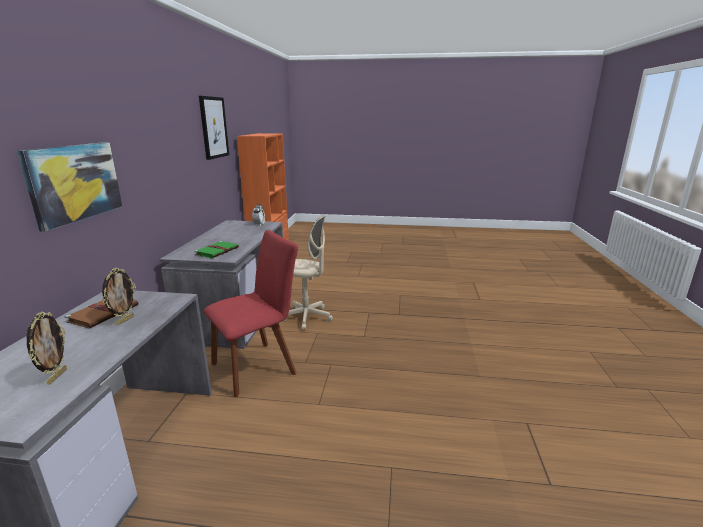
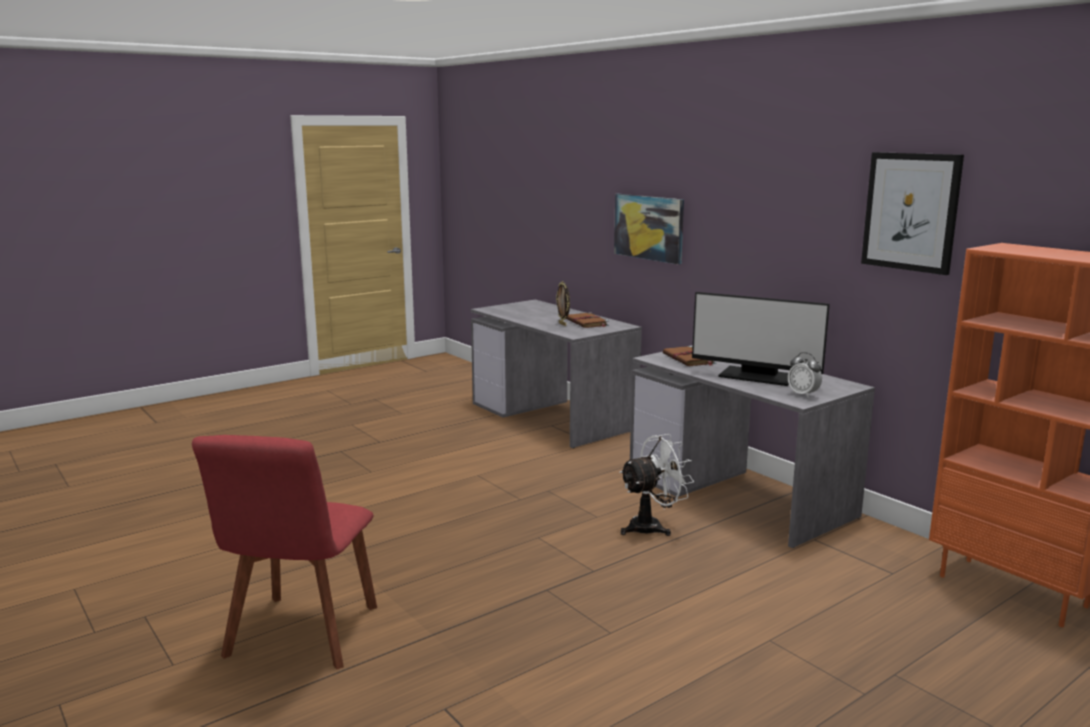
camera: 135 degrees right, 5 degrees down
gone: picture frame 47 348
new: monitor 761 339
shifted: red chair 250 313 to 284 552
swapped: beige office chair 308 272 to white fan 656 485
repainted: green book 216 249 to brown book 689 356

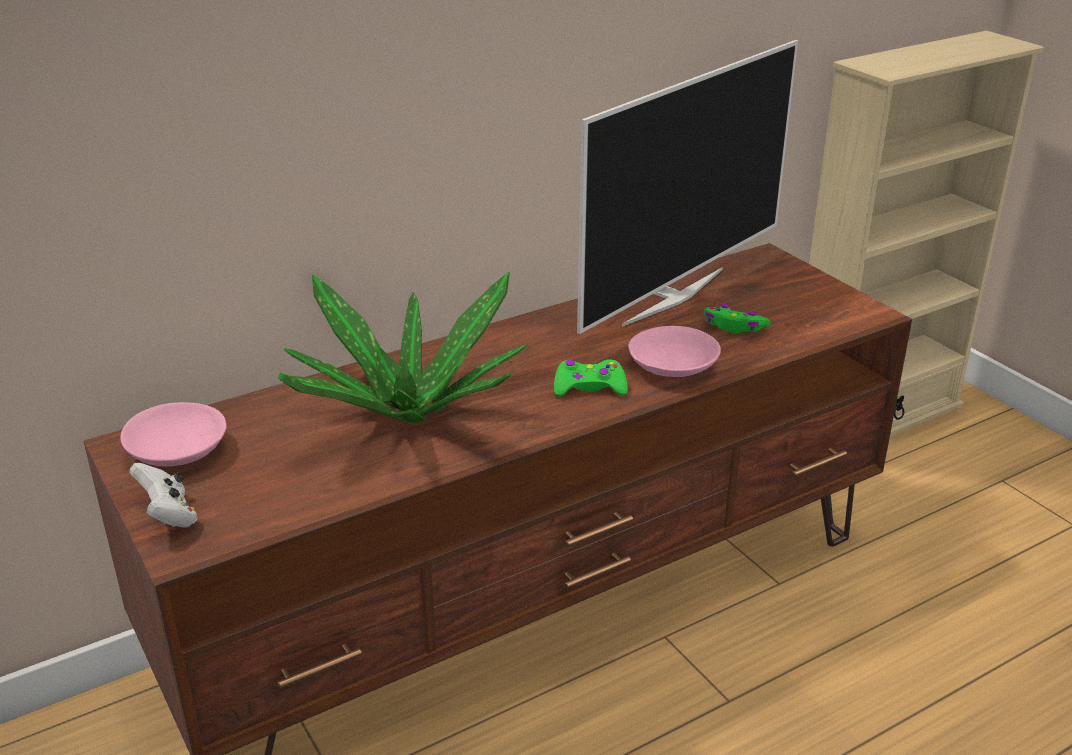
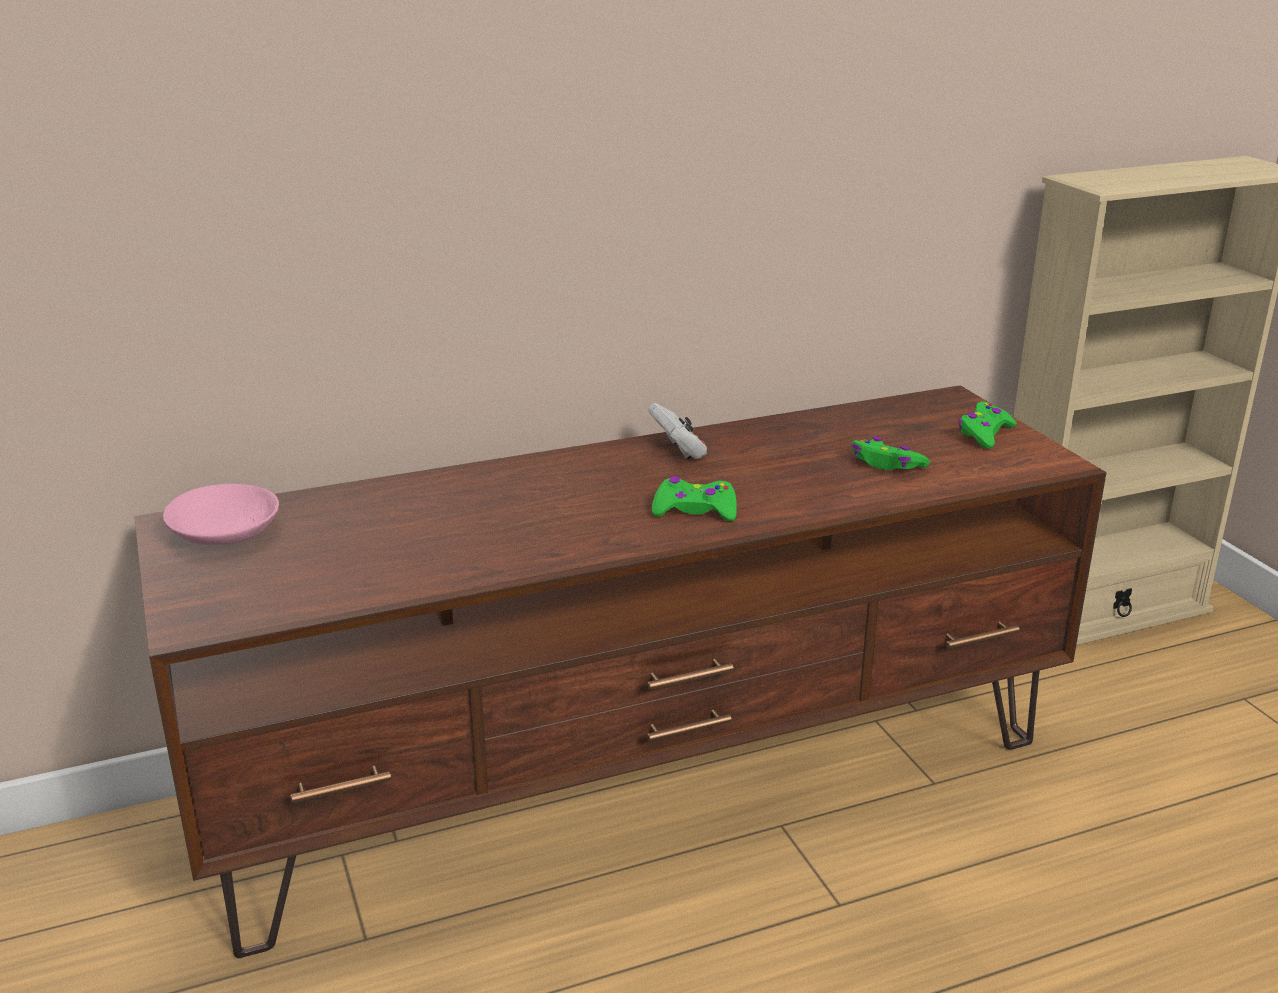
camera: 10 degrees right, 5 degrees down
gone: potted plant 402 347; television 687 187; pink bowl 674 351
new: green game controller 987 425
shifted: white game controller 163 495 to 677 431

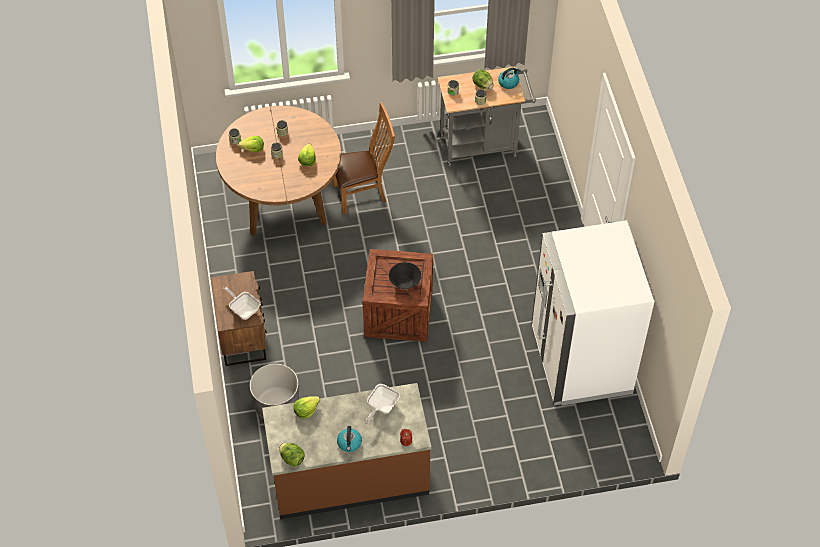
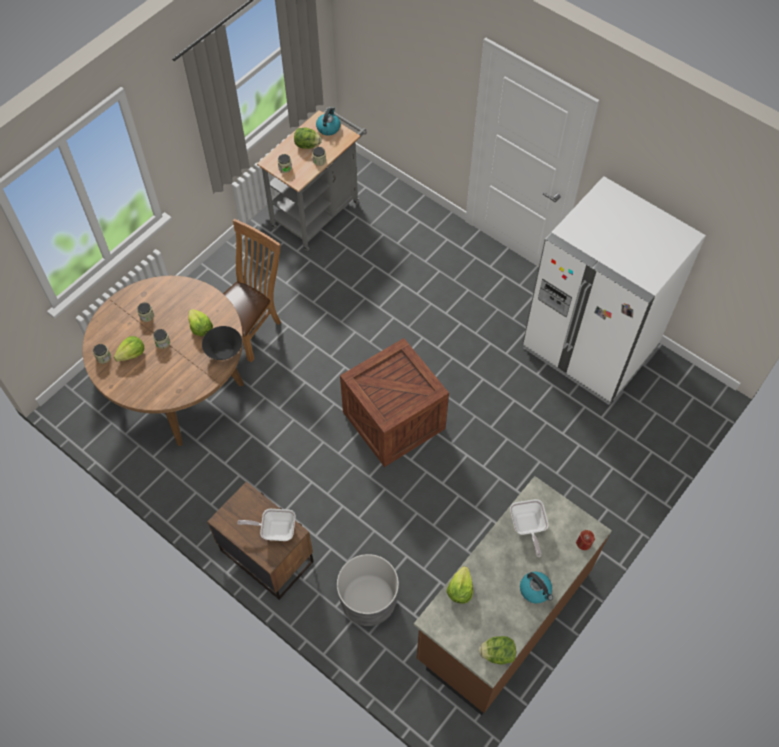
camera: 40 degrees left, 5 degrees up
shifted: black bowl 405 275 to 222 343

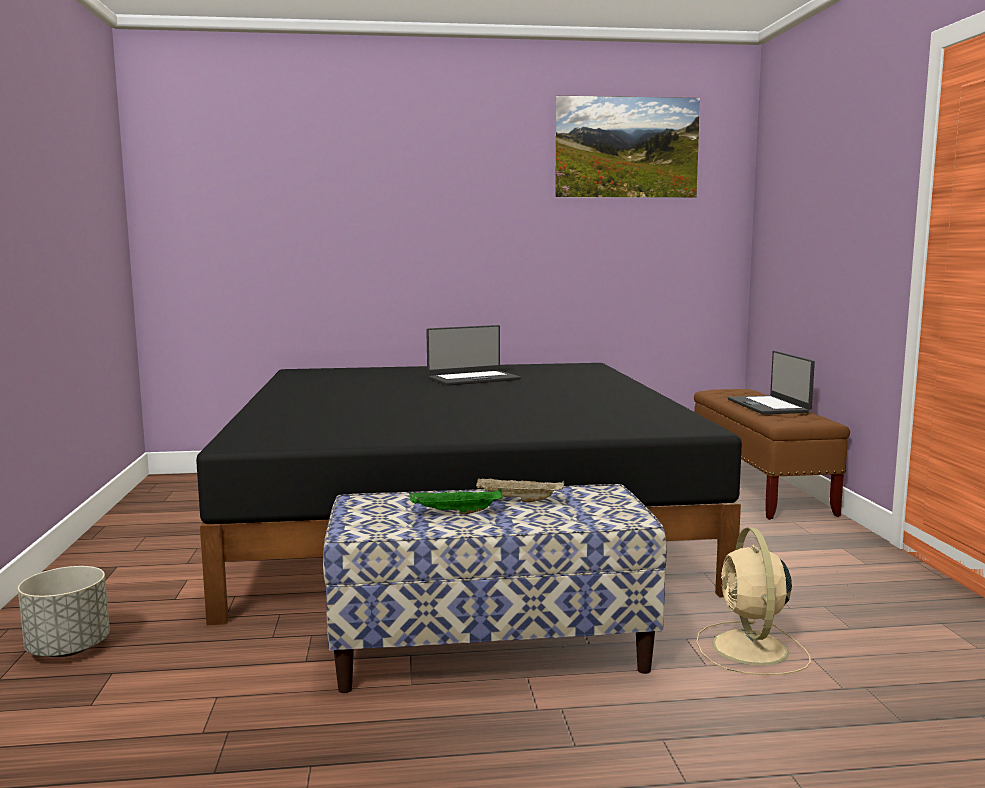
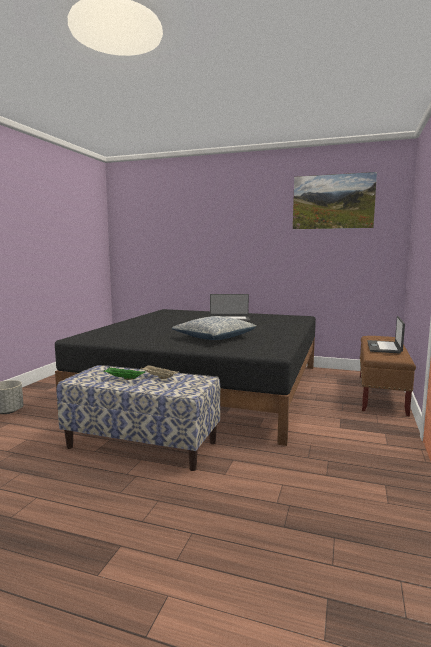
camera: 25 degrees right, 0 degrees up
gone: beige fan 753 601
new: pillow 214 328

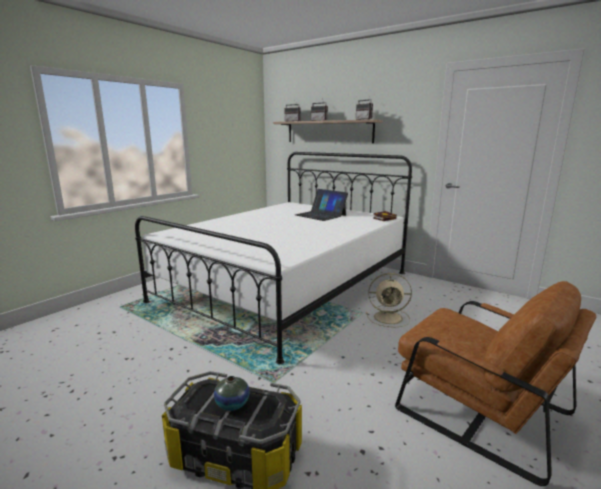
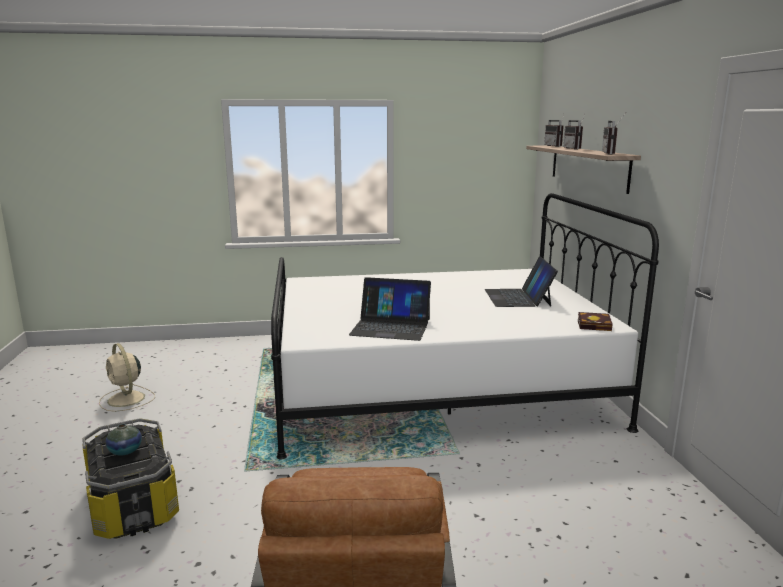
camera: 45 degrees right, 0 degrees up
new: laptop 390 309
shifted: beige fan 389 300 to 127 377

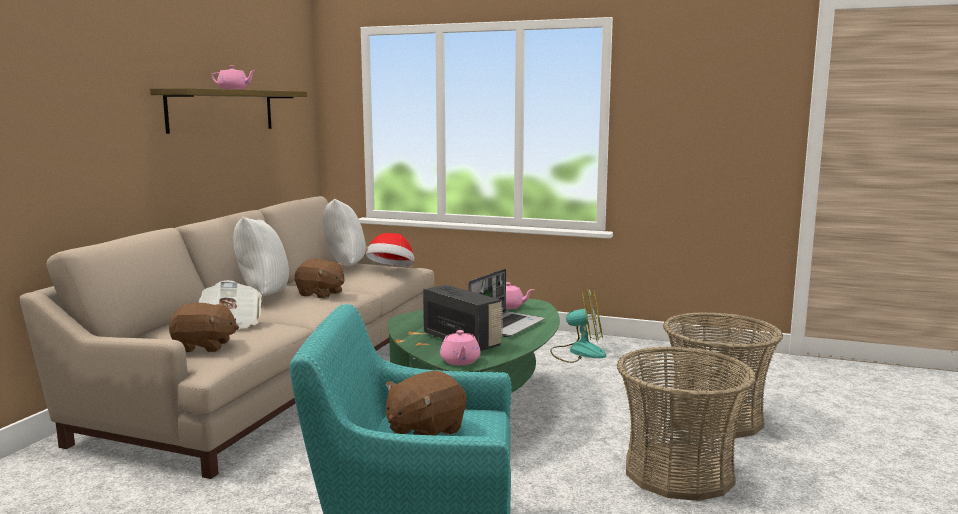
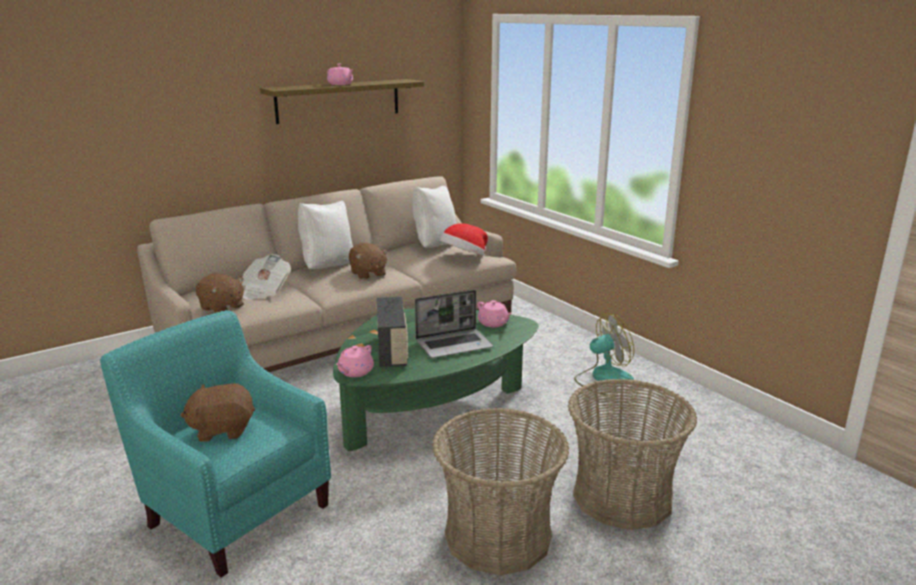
camera: 35 degrees right, 10 degrees up
rotated: fan 578 326 = 604 354 60 degrees counterclockwise

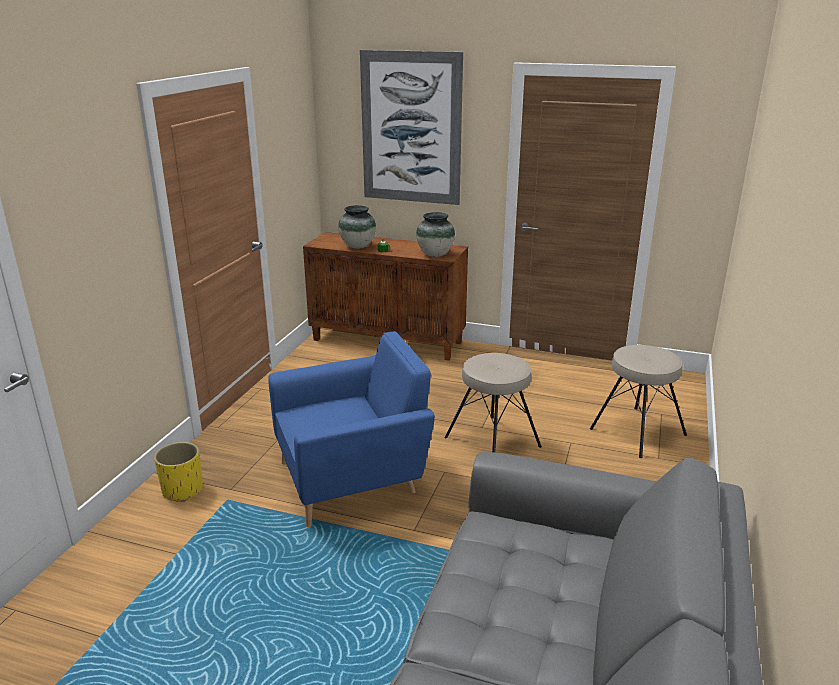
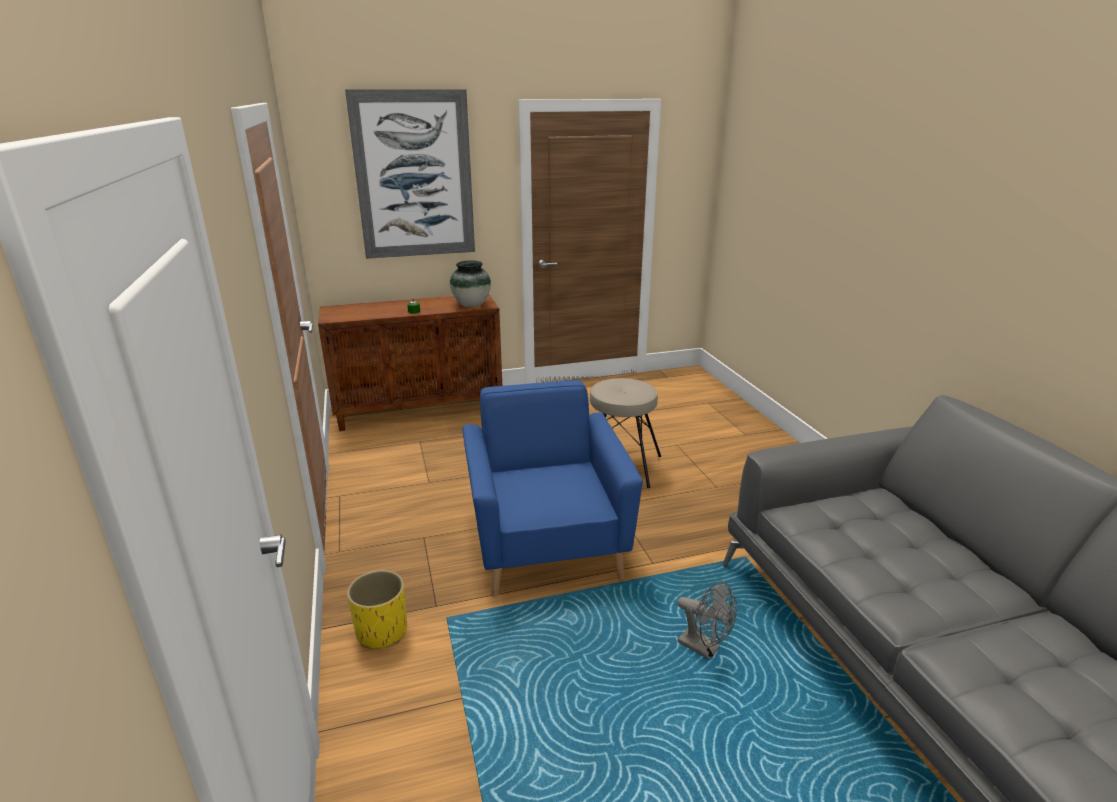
camera: 35 degrees left, 0 degrees up
gone: vase 357 227; beige stool 638 401
new: grey fan 707 621
rotated: blue armchair 351 429 = 552 488 45 degrees counterclockwise

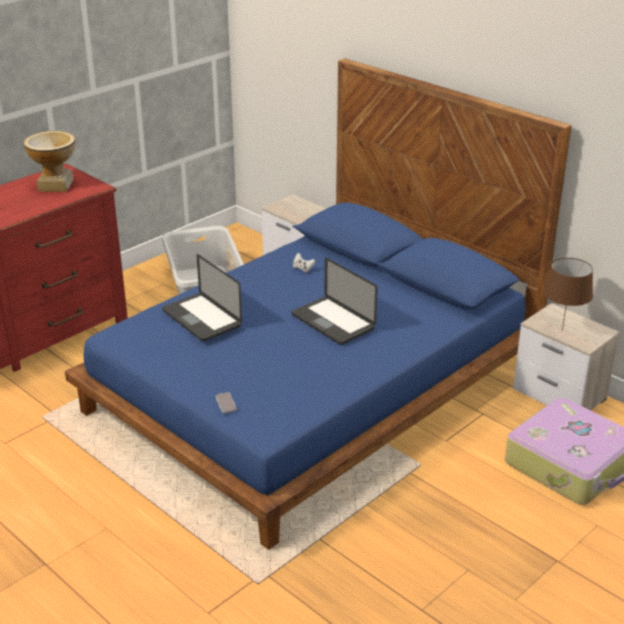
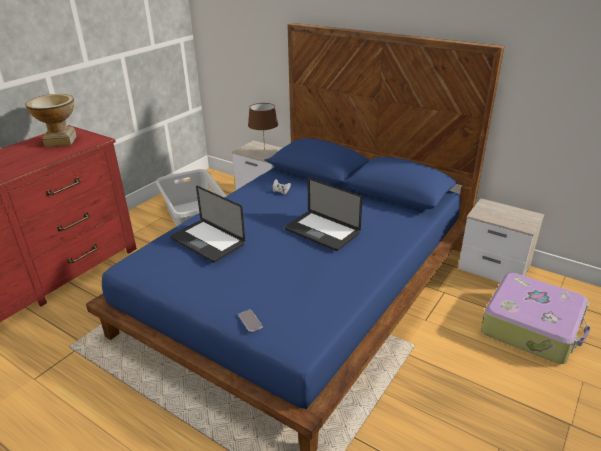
camera: 10 degrees left, 0 degrees up
shifted: brown table lamp 568 294 to 263 127

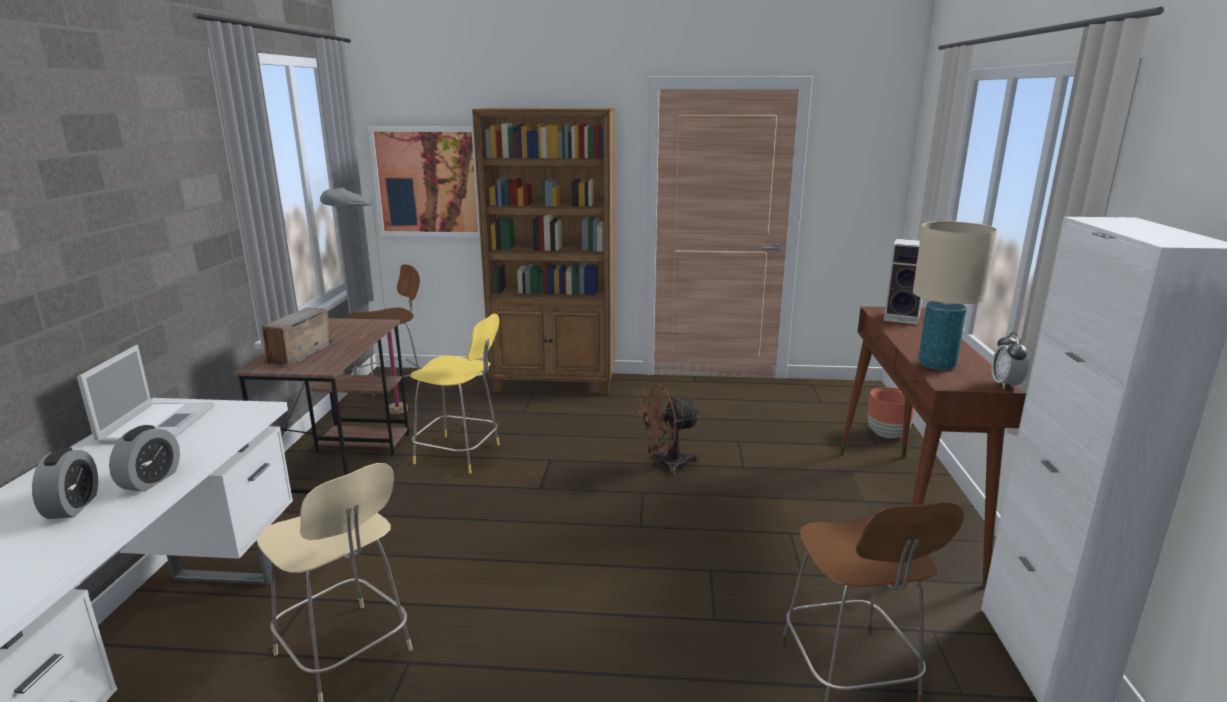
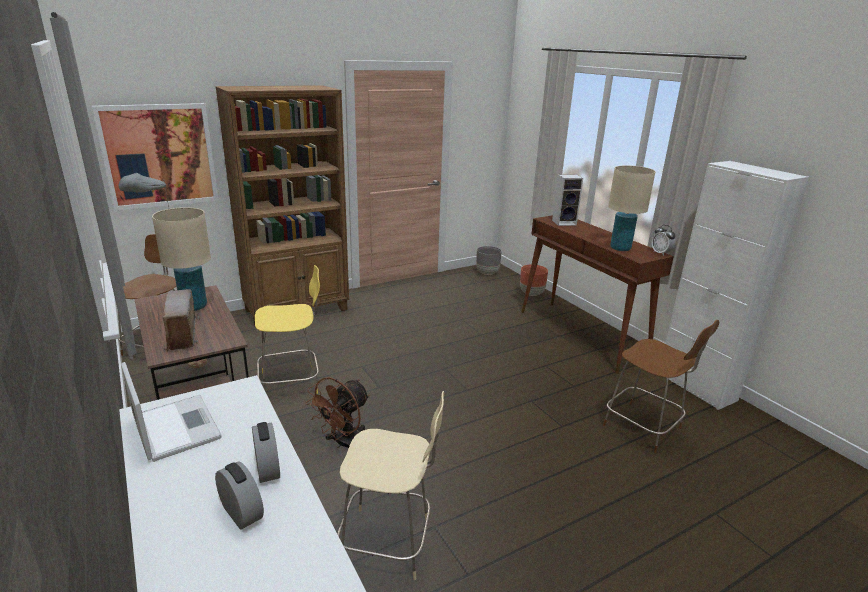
camera: 35 degrees left, 5 degrees up
new: beige table lamp 181 259; grey planter 489 260
shifted: brown fan 667 430 to 338 412

